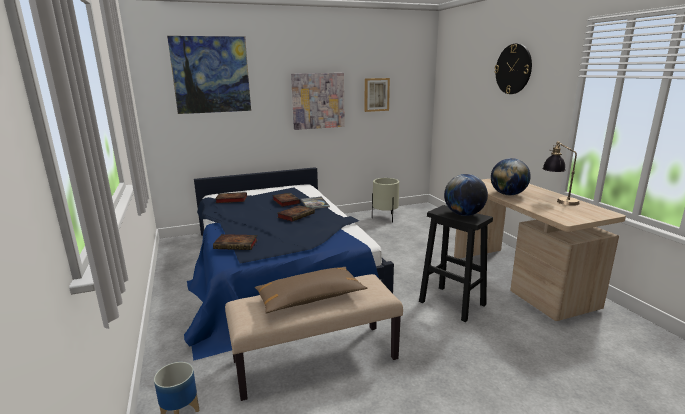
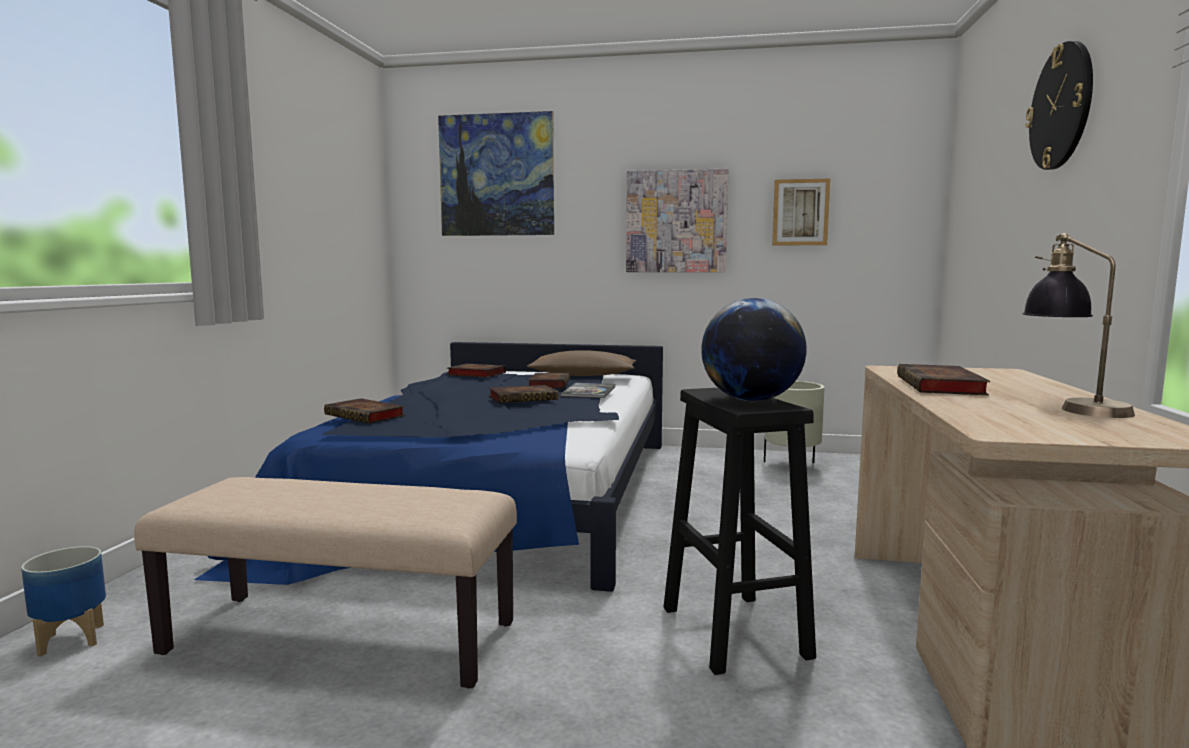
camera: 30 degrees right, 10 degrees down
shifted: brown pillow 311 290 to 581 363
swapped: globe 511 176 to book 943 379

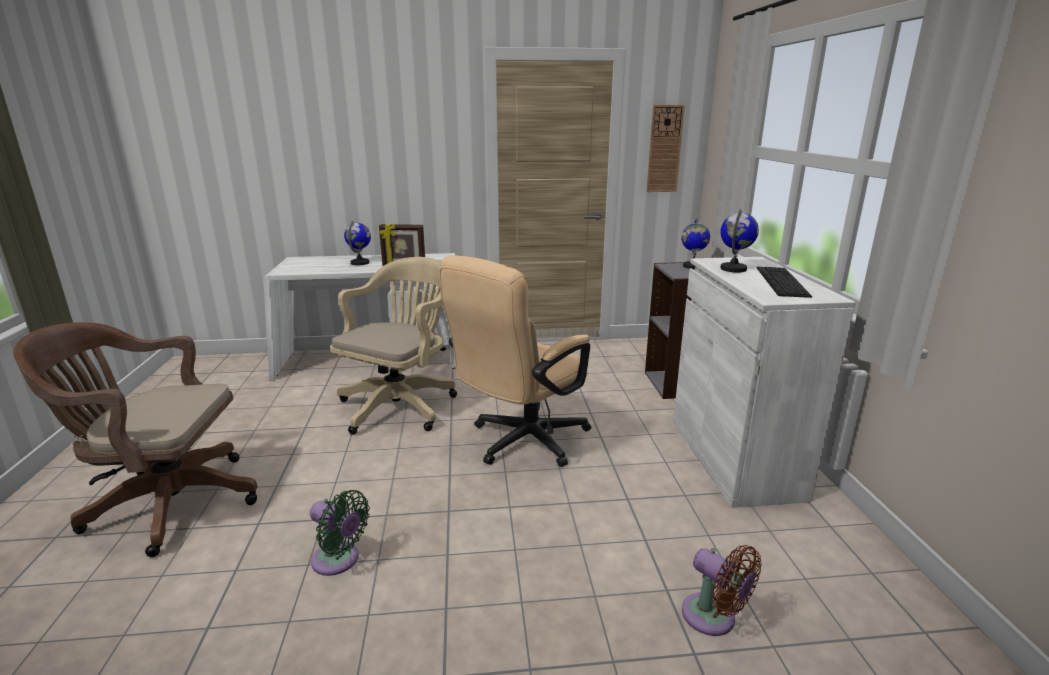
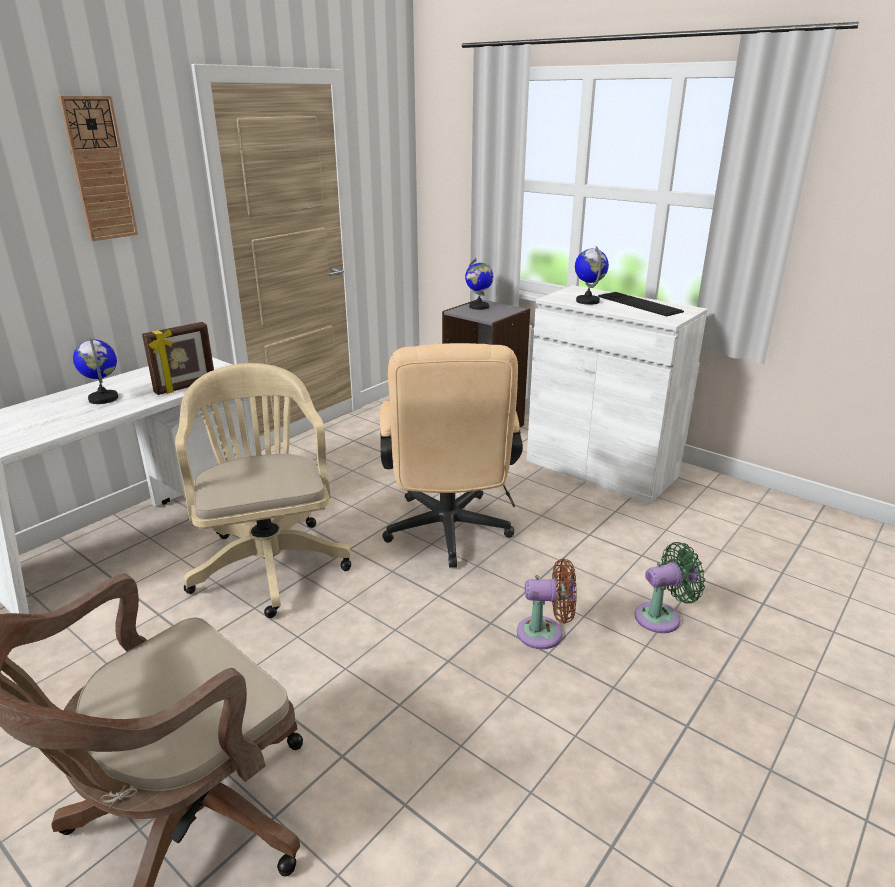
camera: 45 degrees left, 5 degrees up
shifted: green fan 340 533 to 670 587; wall clock 666 148 to 98 168; brown fan 722 590 to 547 604

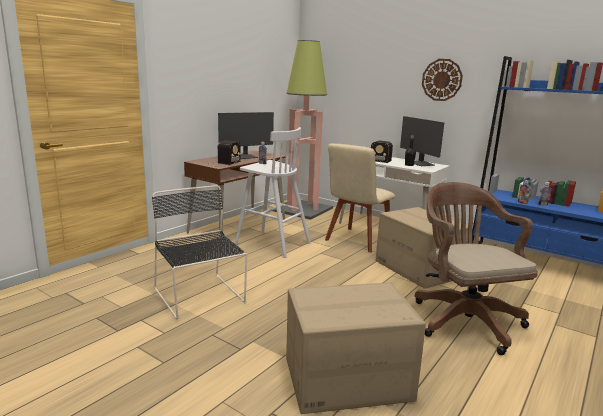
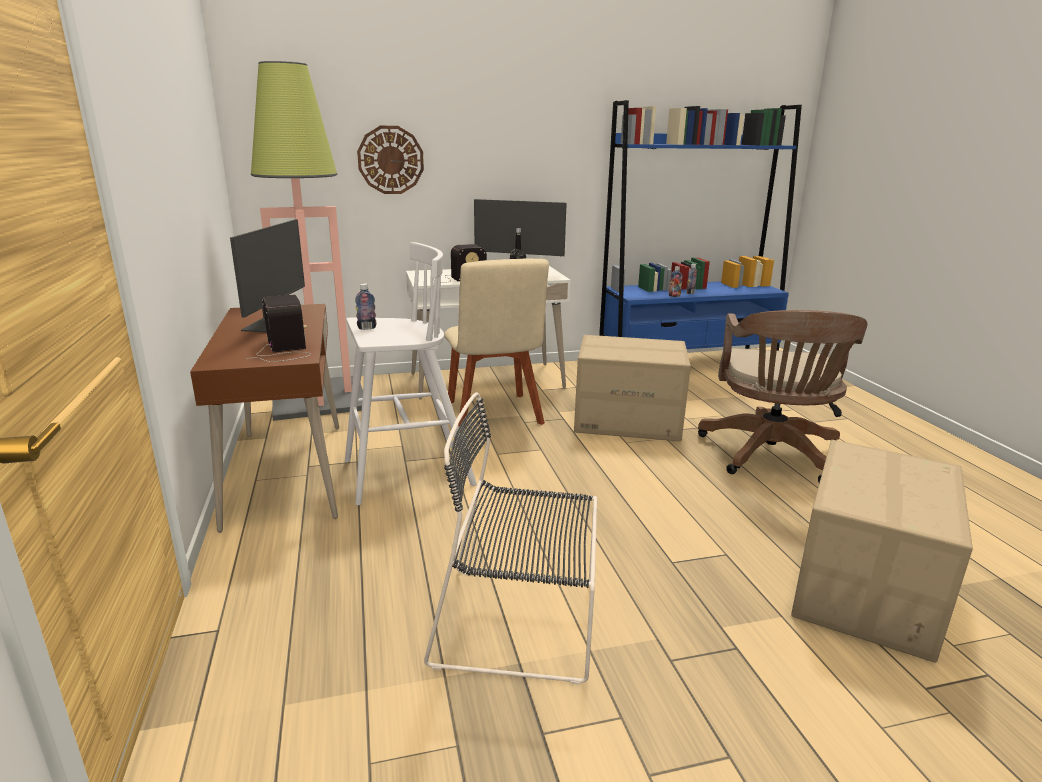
camera: 50 degrees left, 5 degrees up
shifted: wall clock 442 80 to 390 160
rotated: brown office chair 476 268 = 782 396 105 degrees counterclockwise

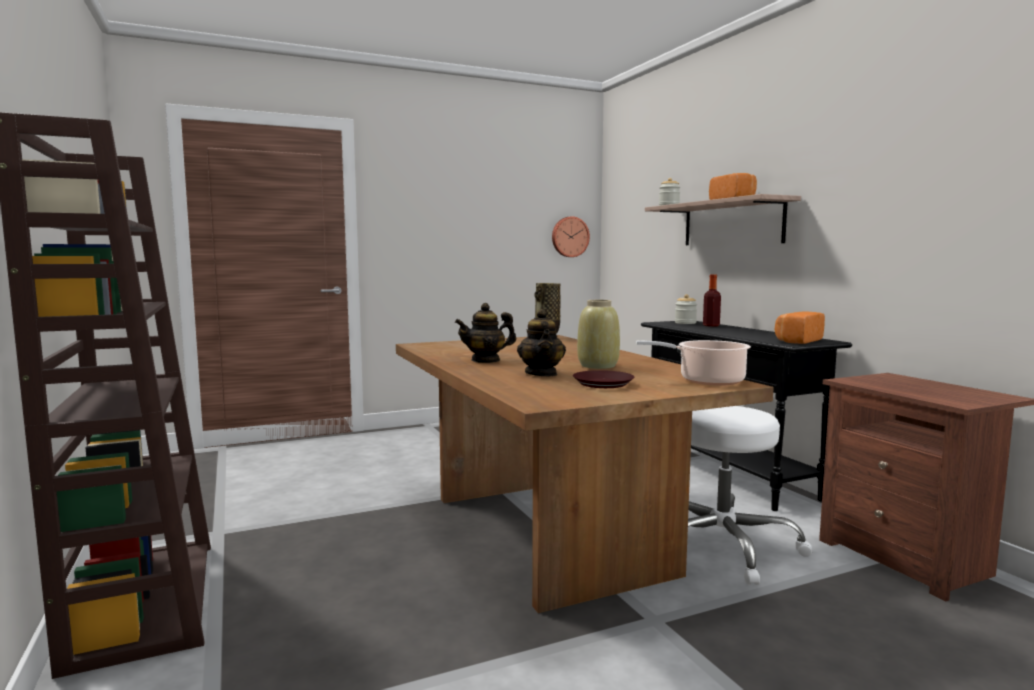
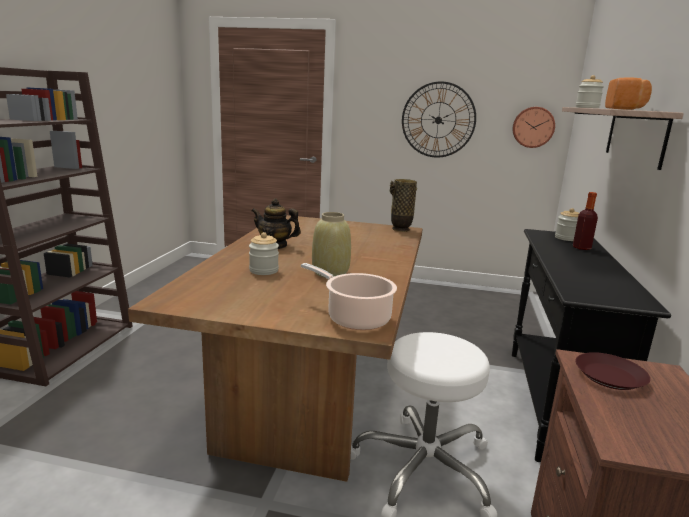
camera: 35 degrees right, 10 degrees up
gone: bread 799 328
new: wall clock 439 119
shifted: brown plate 603 379 to 613 371
swapped: teapot 541 342 to jar 264 253

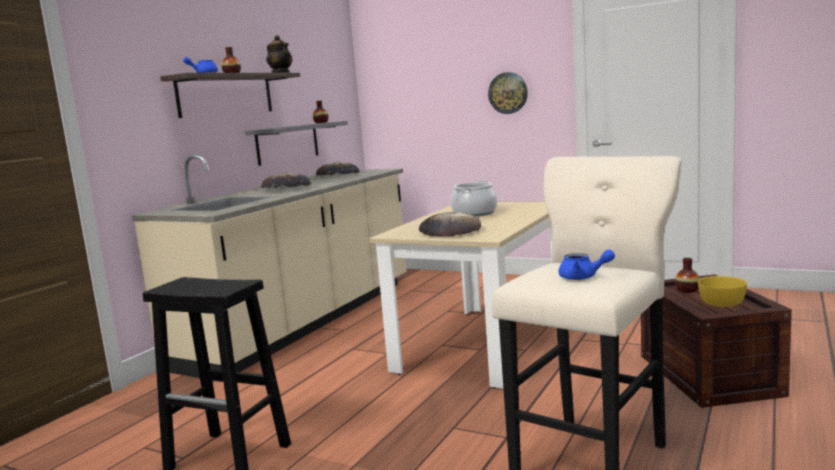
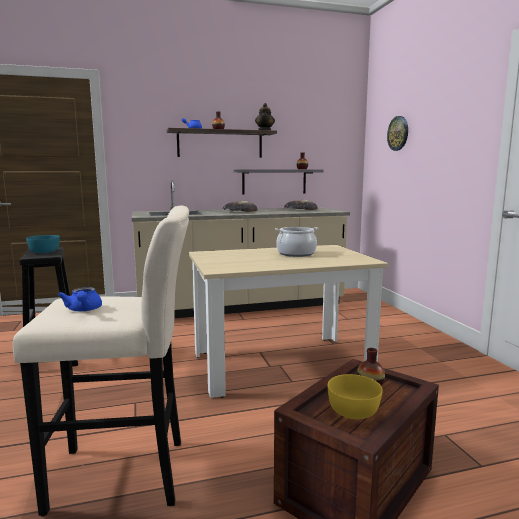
camera: 45 degrees right, 0 degrees up
gone: bread 450 224
new: turquoise bowl 43 244
shifted: wall clock 508 93 to 397 133

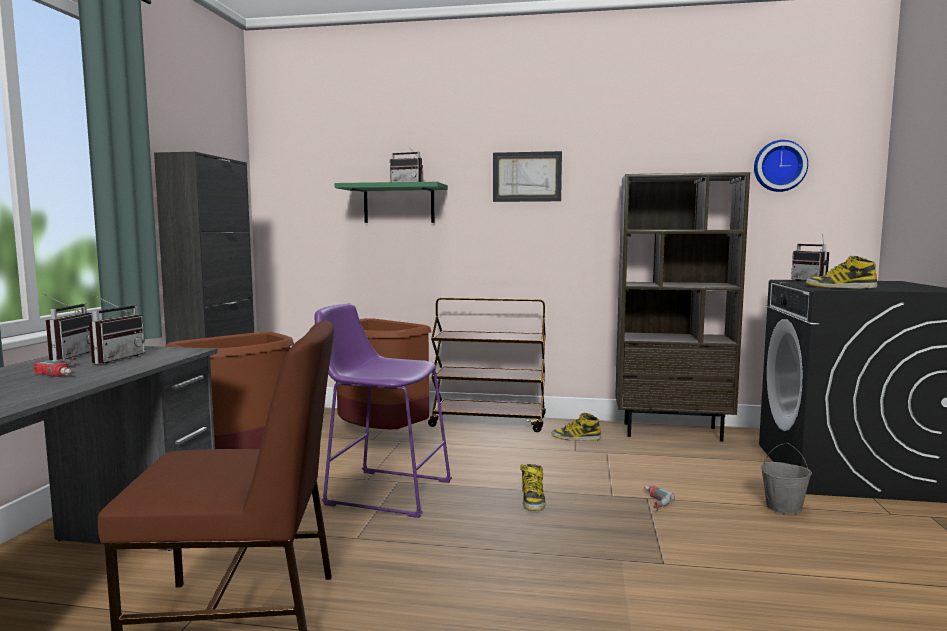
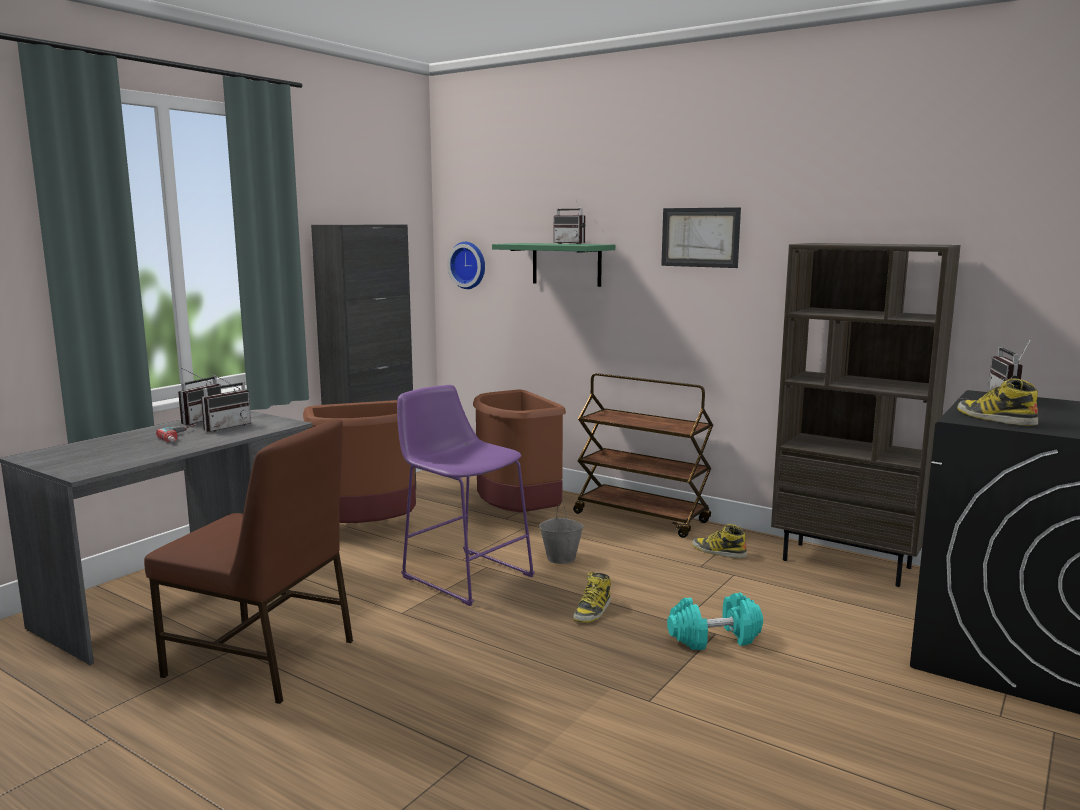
camera: 25 degrees right, 5 degrees up
shifted: wall clock 781 166 to 466 265; grey bucket 786 479 to 561 533
swapped: power drill 659 498 to turquoise dumbbell 715 621

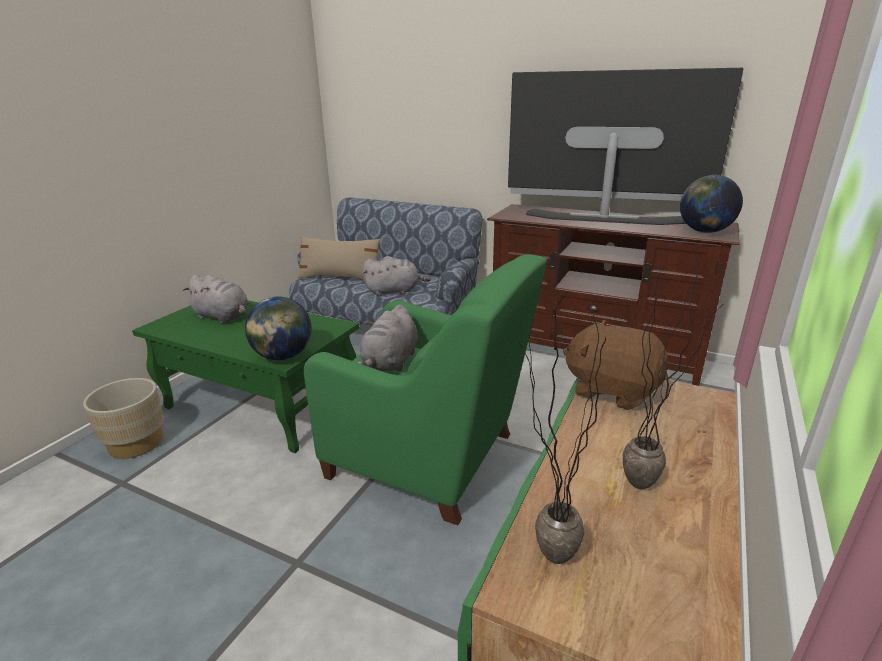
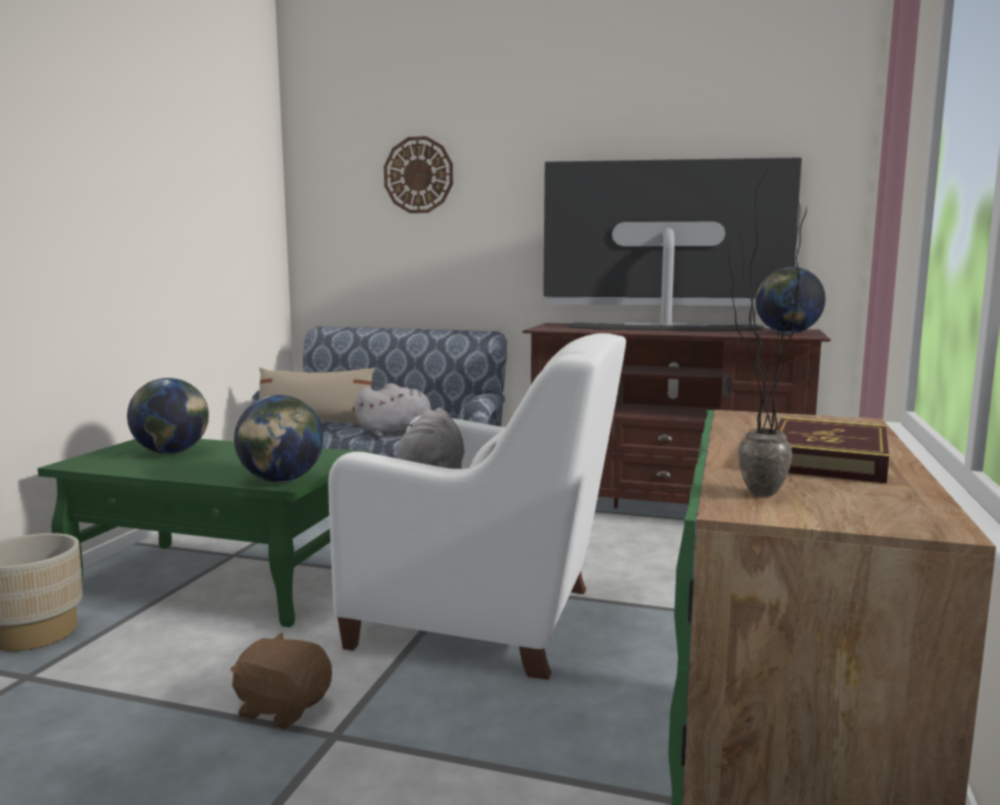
camera: 10 degrees left, 15 degrees down
new: wall clock 418 174
shifted: brown plush toy 615 365 to 281 680
swapped: grey plush toy 216 298 to globe 168 416; potted plant 672 366 to book 832 450
repainted: green armchair 425 389 to white armchair 477 506

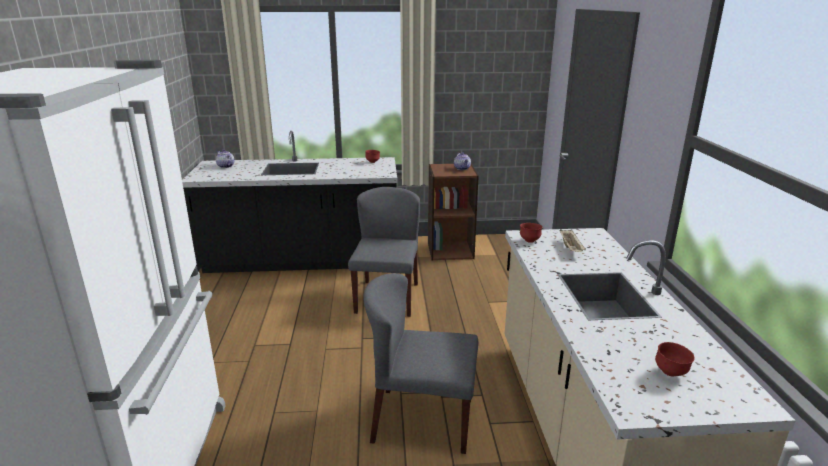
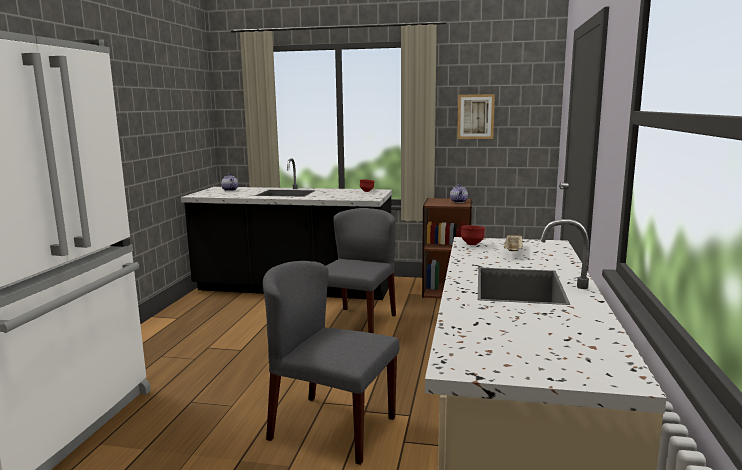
camera: 15 degrees right, 10 degrees down
gone: red bowl 675 359
new: picture 476 116

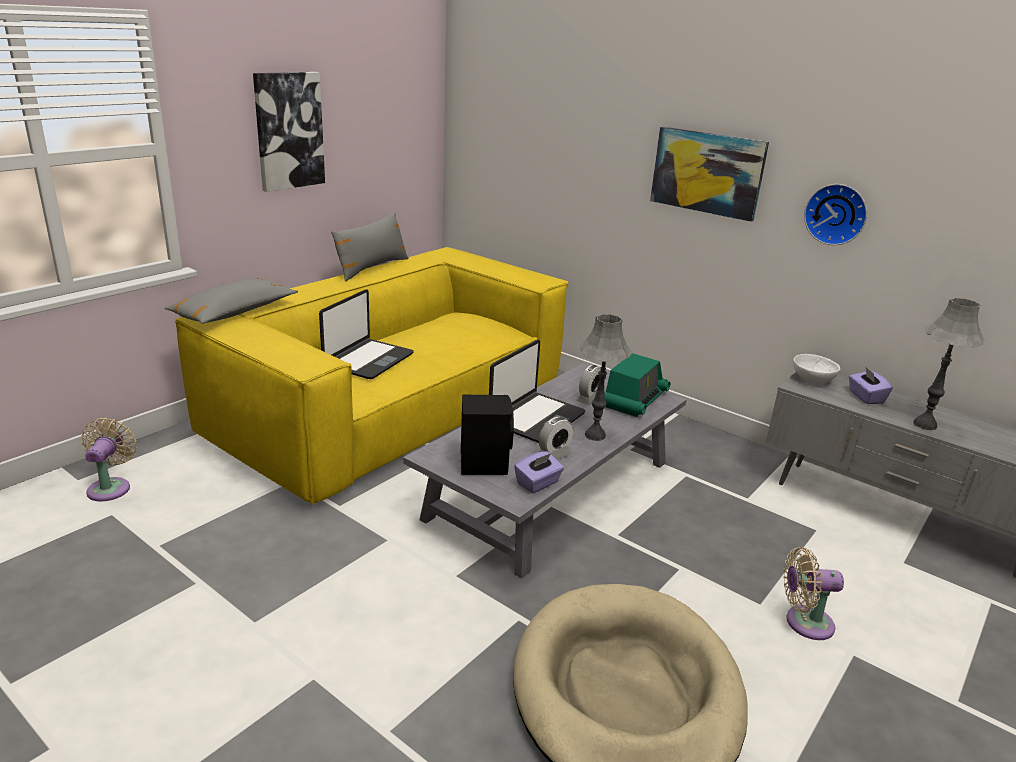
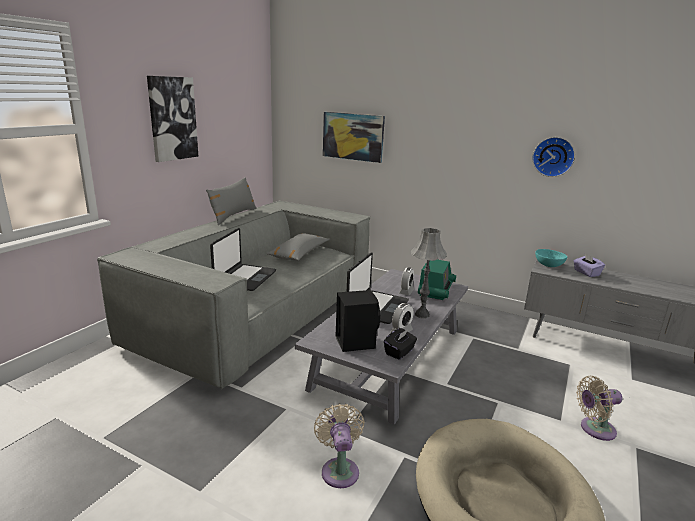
camera: 10 degrees left, 5 degrees down
gone: grey table lamp 949 364
shifted: beige fan 108 460 to 339 445; grey pillow 231 301 to 298 247; picture 709 174 to 354 137
repainted: yellow sofa 372 376 to grey sofa 234 295; purple tissue box 539 472 to black tissue box 400 344; white bowl 816 369 to turquoise bowl 551 258

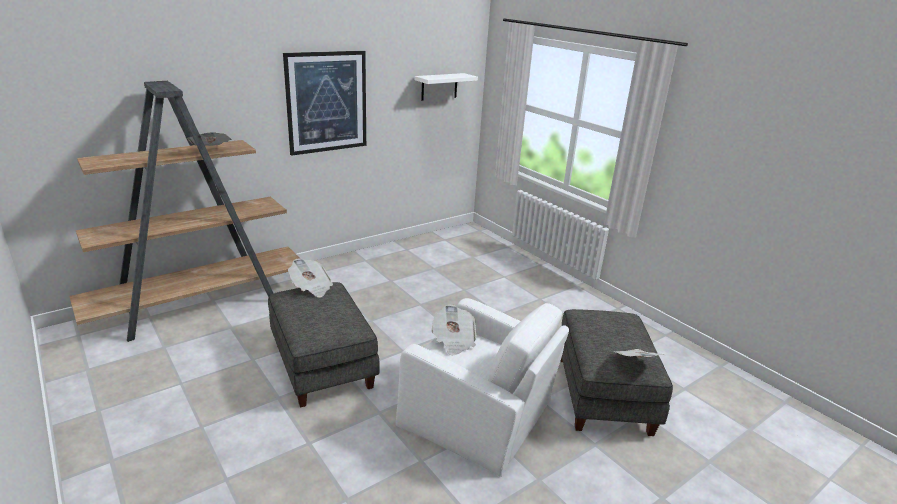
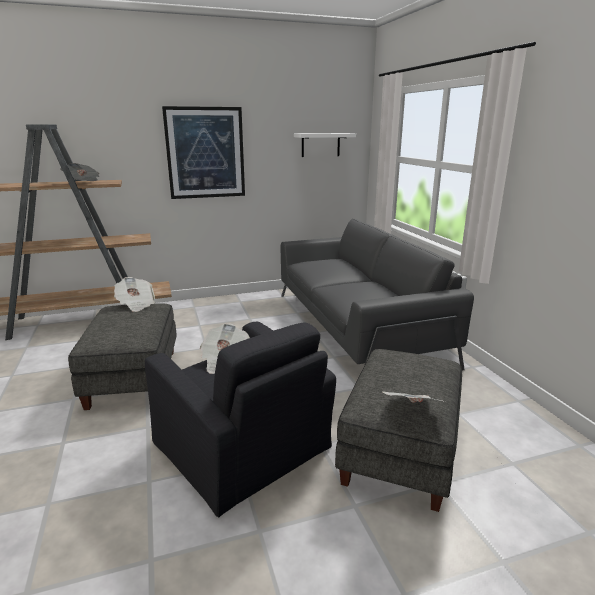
camera: 20 degrees right, 5 degrees down
new: grey sofa 377 295
repainted: white armchair 482 387 to black armchair 240 420

